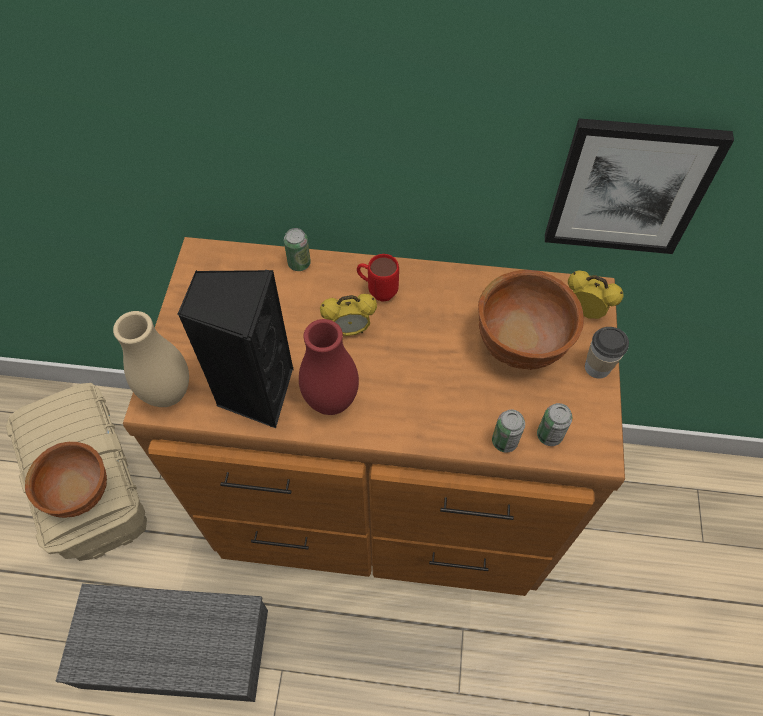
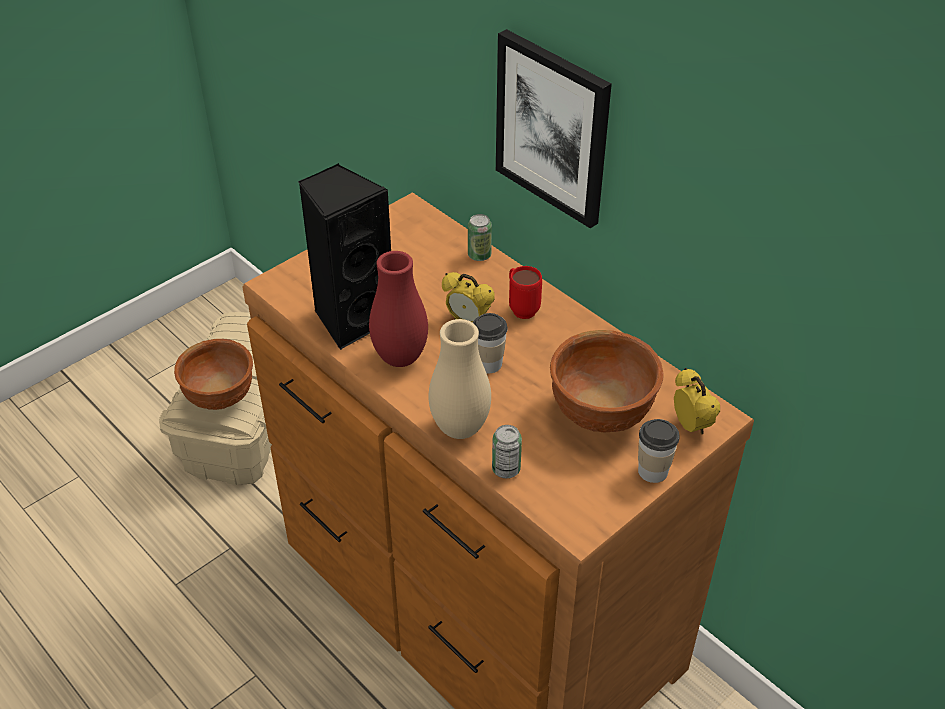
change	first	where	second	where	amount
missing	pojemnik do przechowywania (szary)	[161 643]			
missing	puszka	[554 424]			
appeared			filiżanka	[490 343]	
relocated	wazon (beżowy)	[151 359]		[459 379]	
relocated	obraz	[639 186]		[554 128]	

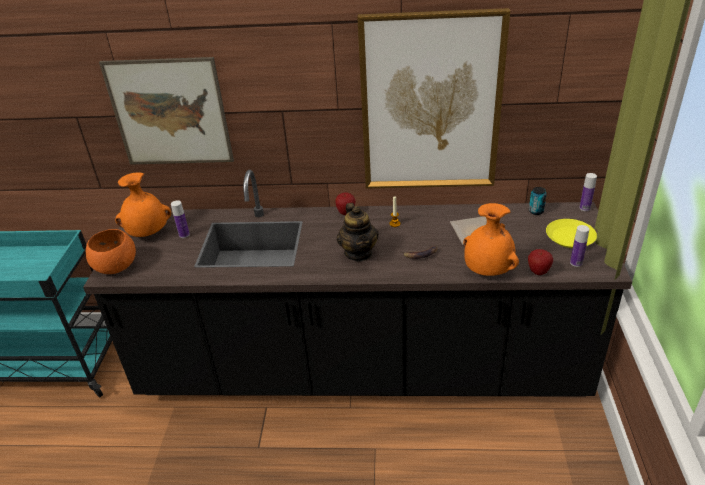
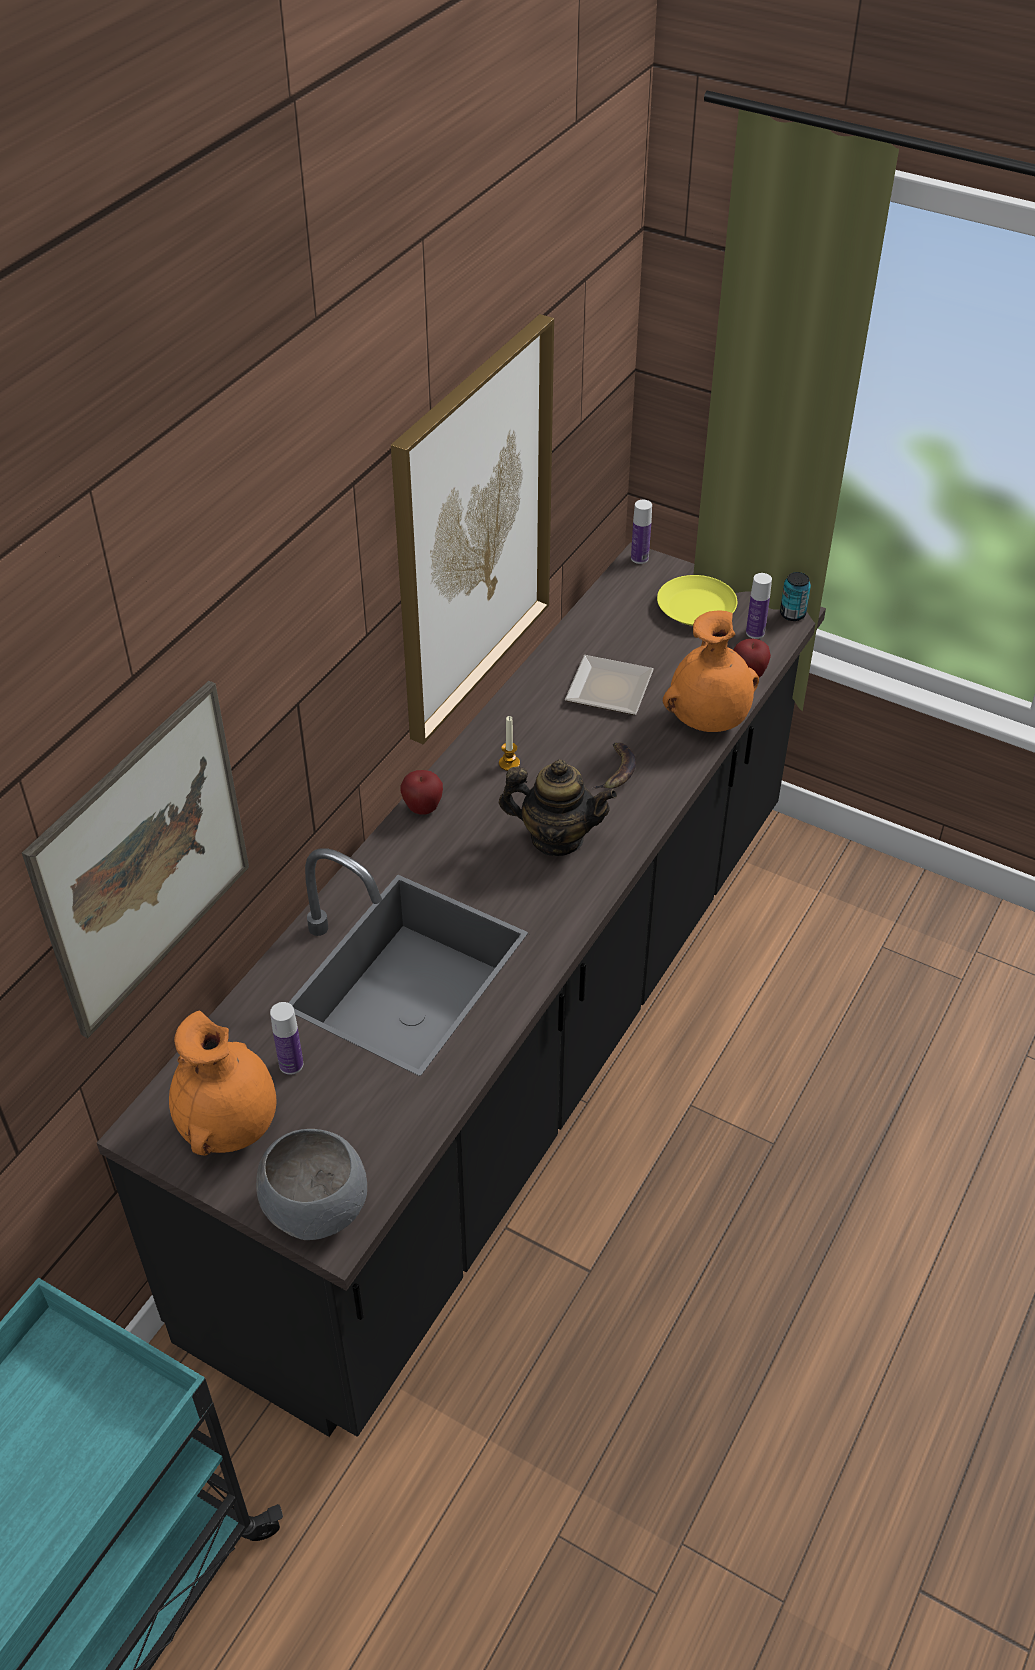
change	first	where	second	where	amount
relocated	puszka	[538 201]		[795 596]	
colour	miska (pomarańczowy)	[111 251]	miska (szary)	[311 1184]	

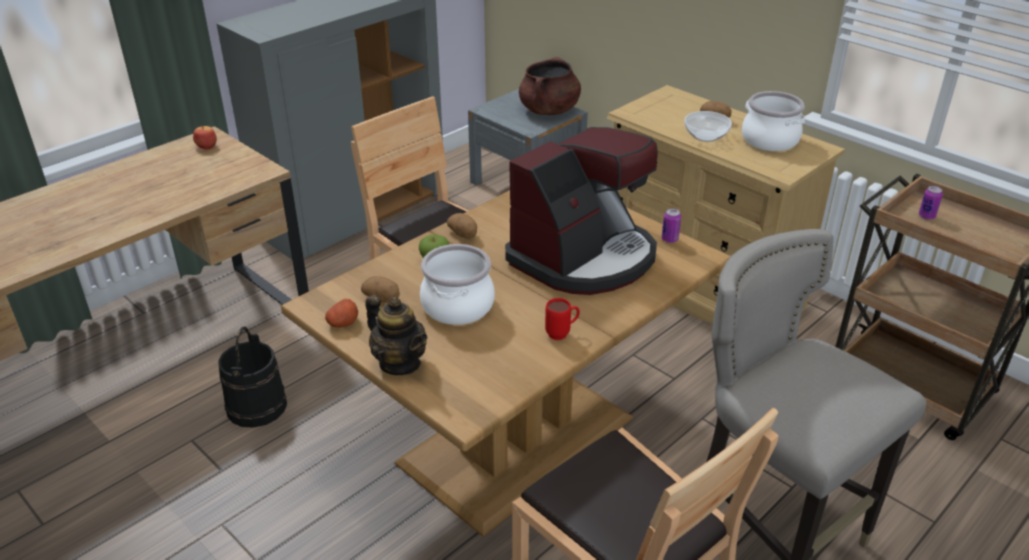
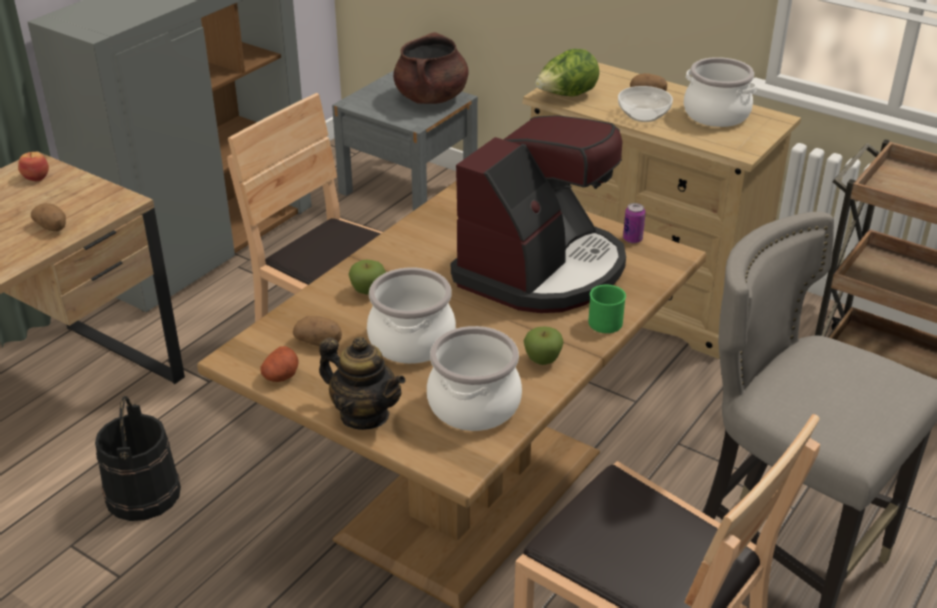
change	first	where	second	where	amount
missing	puszka	[931 203]			
appeared			garnek	[474 378]	
appeared			sałata	[567 73]	
appeared			kubek (zielony)	[607 309]	
relocated	ziemniak	[462 226]		[48 217]	
exchanged	kubek (czerwony)	[562 319]	jabłko	[544 345]	

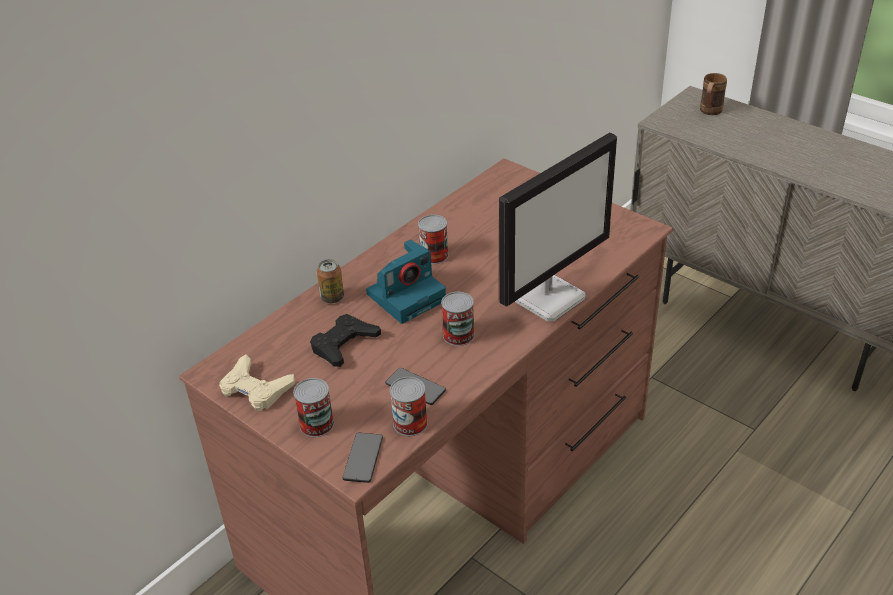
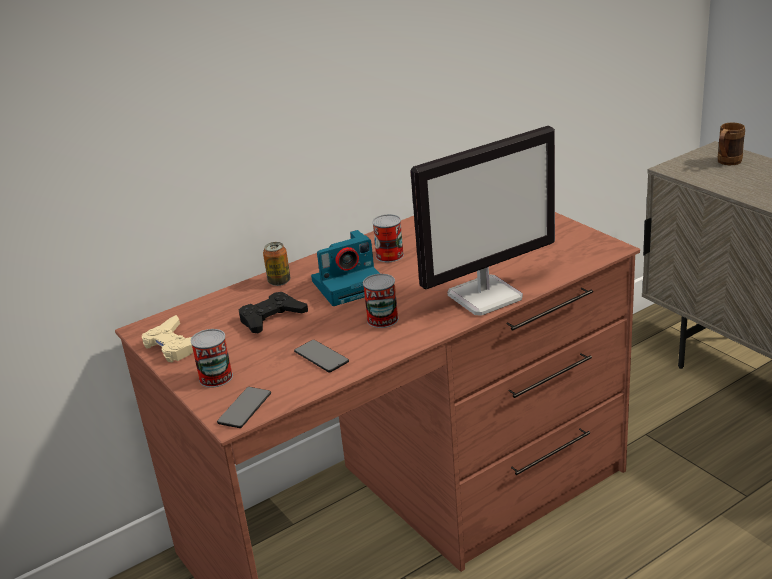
change	first	where	second	where	amount
missing	puszka	[409 406]			

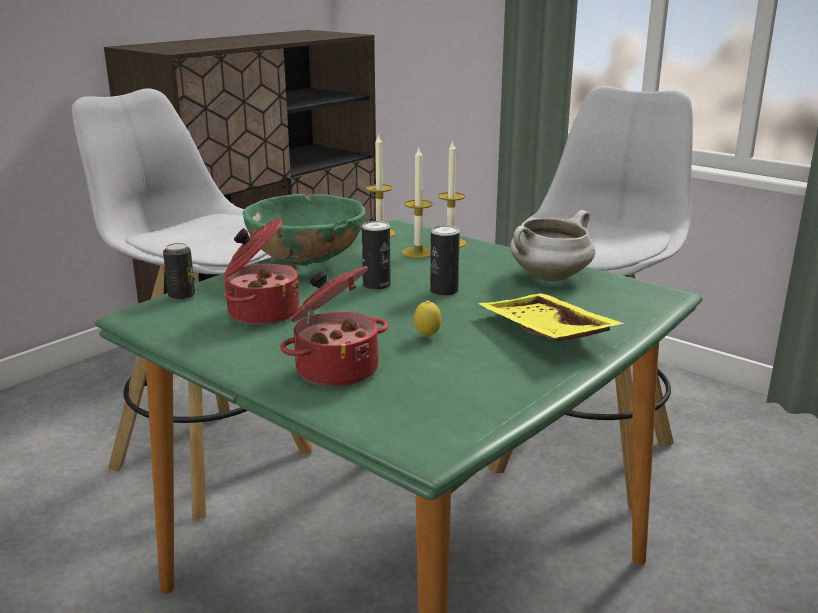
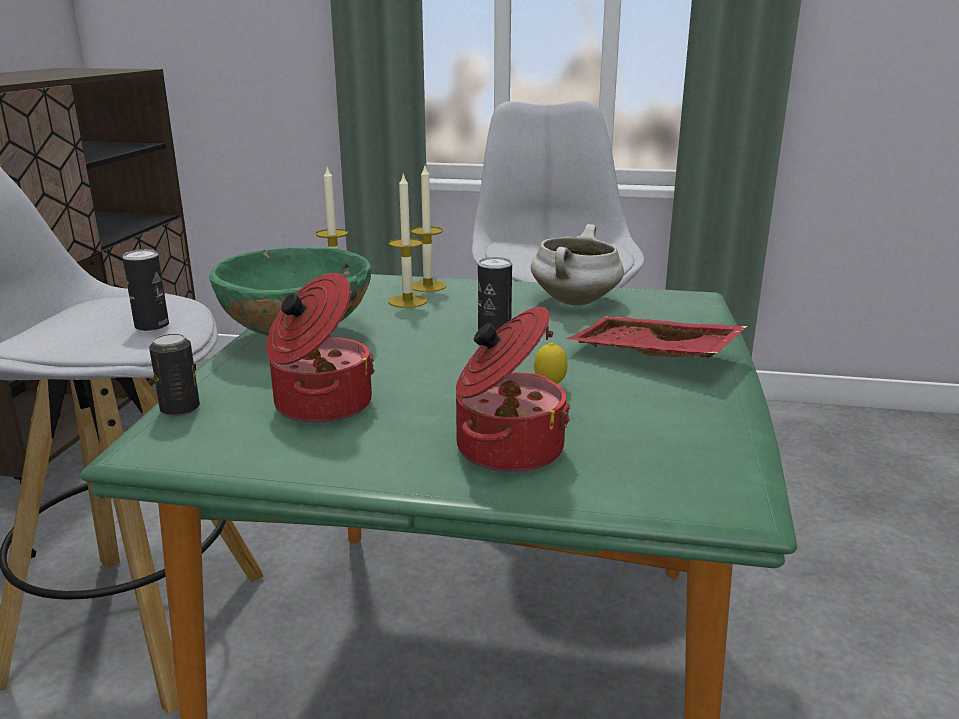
change	first	where	second	where	amount
relocated	puszka	[376 255]		[146 290]	
colour	taca (żółty)	[551 317]	taca (czerwony)	[656 337]	

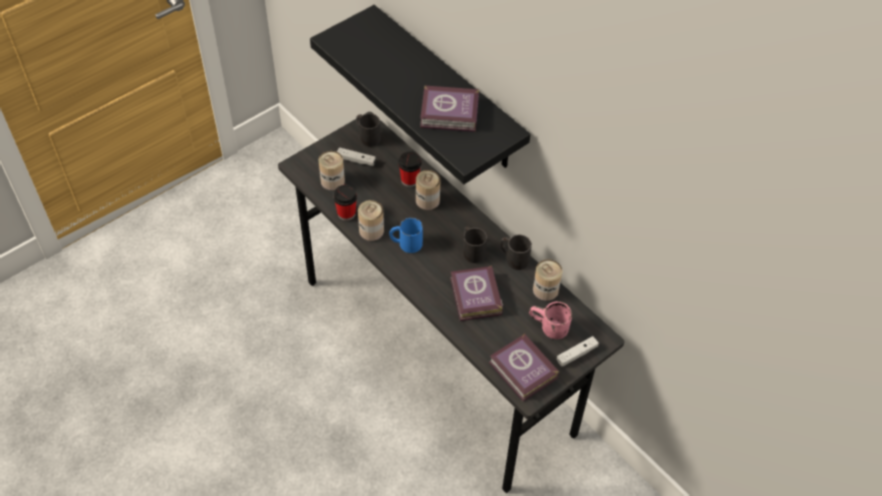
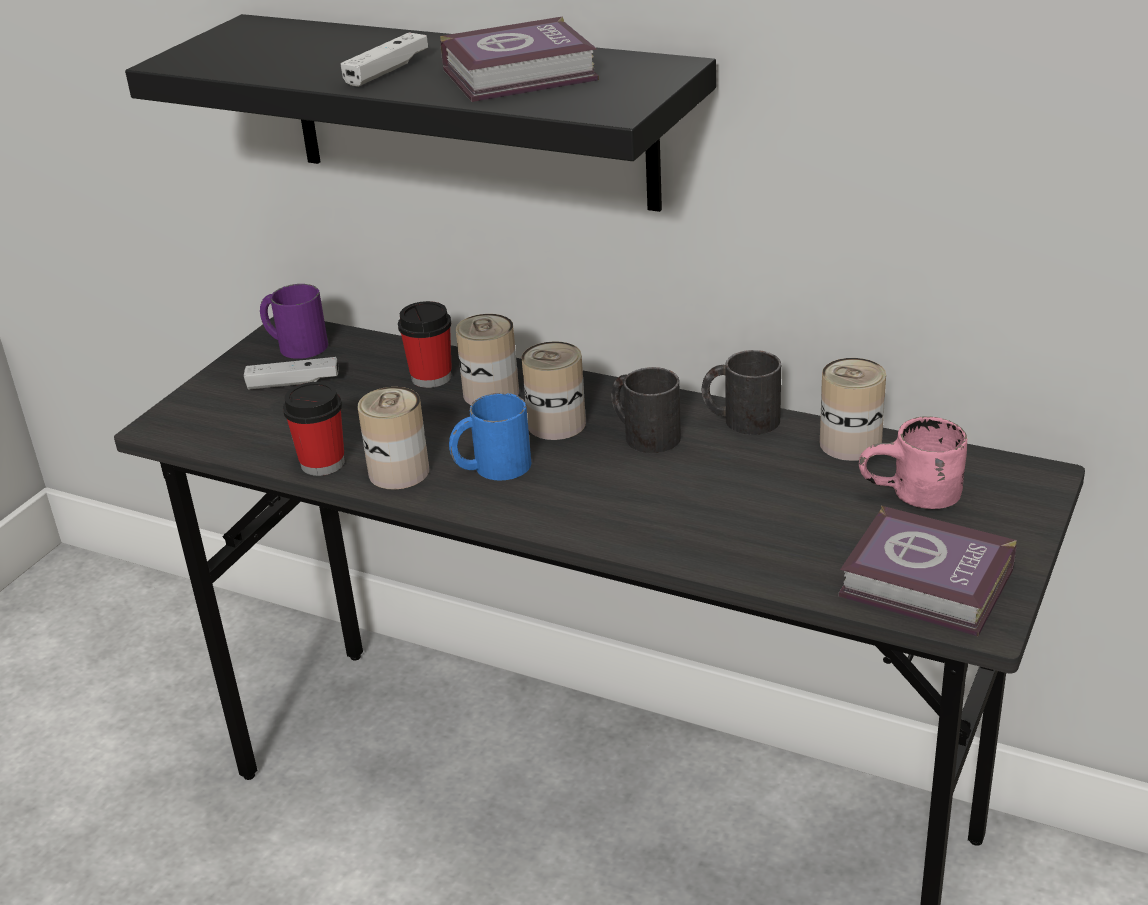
change	first	where	second	where	amount
missing	książka	[476 293]			
relocated	puszka	[331 170]		[553 390]	
relocated	pad do gier (biały)	[578 351]		[384 59]	
colour	kubek (czarny)	[368 130]	kubek (fioletowy)	[294 321]	

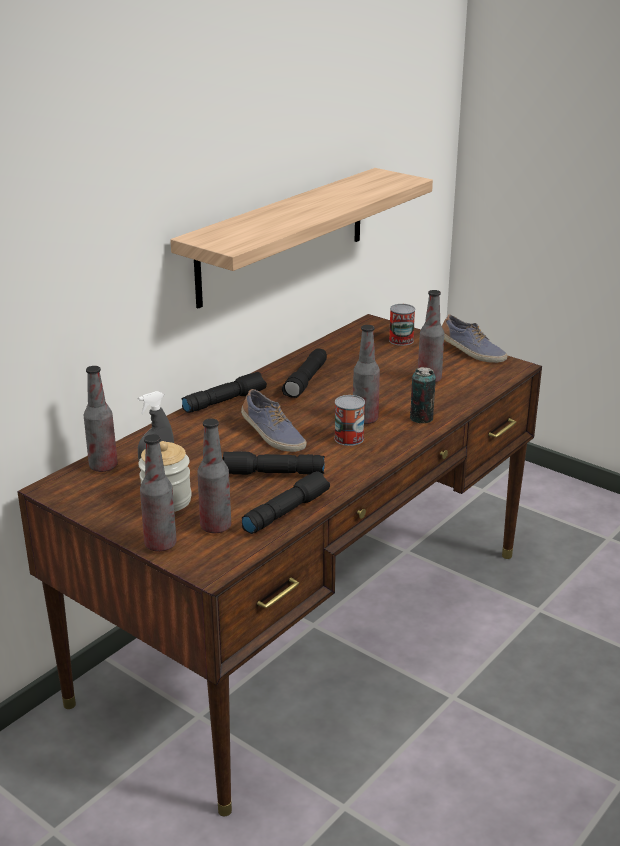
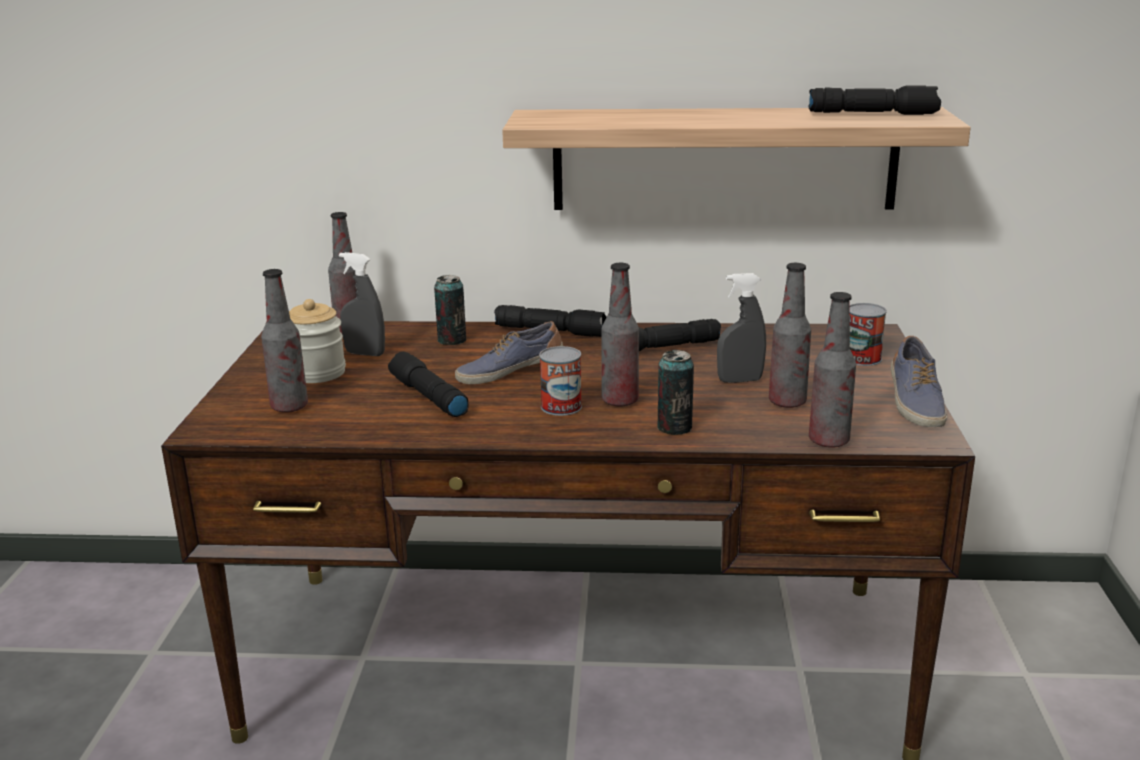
change	first	where	second	where	amount
appeared			puszka	[450 310]	
appeared			spryskiwacz (szary)	[741 328]	
relocated	butelka	[158 493]		[832 370]	
relocated	latarka (czarny)	[286 502]		[874 100]	
spun	but	[274 420]		[509 352]	60 degrees clockwise

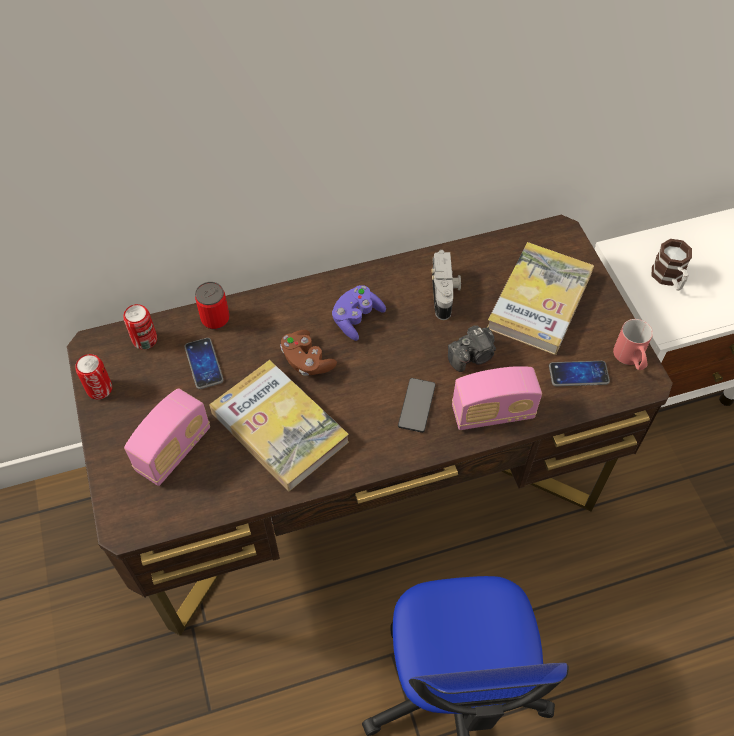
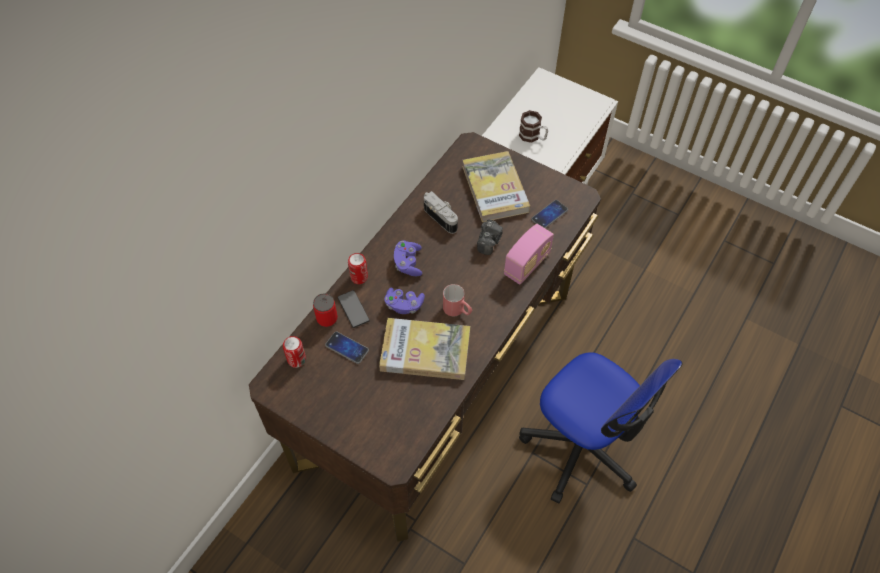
change	first	where	second	where	amount
missing	radio	[167 437]			
relocated	puszka	[93 377]		[358 268]	
relocated	telefon	[417 405]		[354 309]	
relocated	kubek (czerwony)	[633 344]		[457 300]	
colour	pad do gier (brązowy)	[308 353]	pad do gier (fioletowy)	[404 301]	

